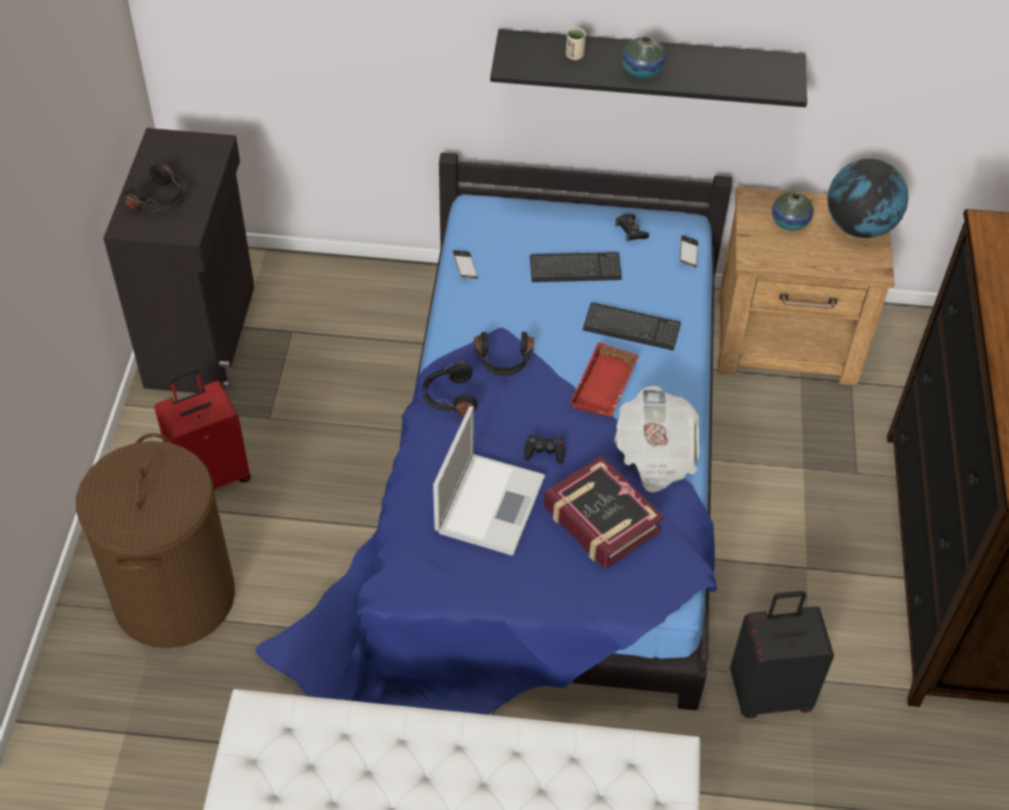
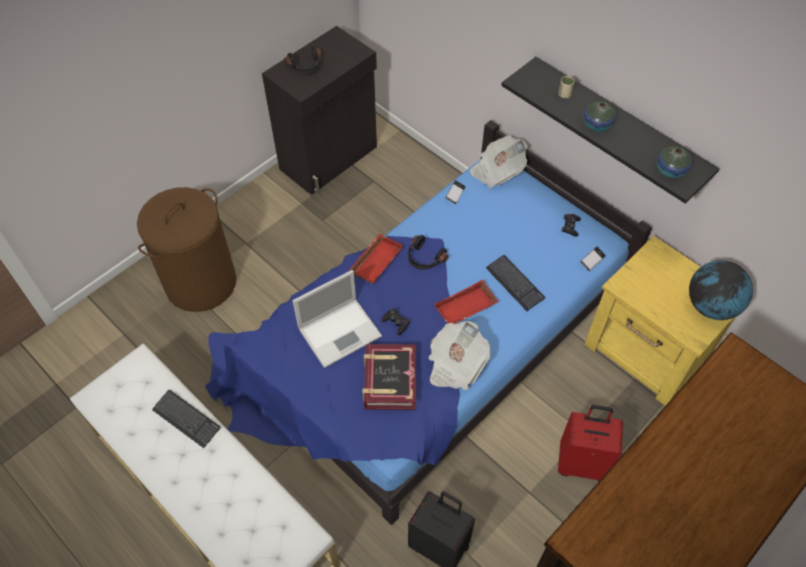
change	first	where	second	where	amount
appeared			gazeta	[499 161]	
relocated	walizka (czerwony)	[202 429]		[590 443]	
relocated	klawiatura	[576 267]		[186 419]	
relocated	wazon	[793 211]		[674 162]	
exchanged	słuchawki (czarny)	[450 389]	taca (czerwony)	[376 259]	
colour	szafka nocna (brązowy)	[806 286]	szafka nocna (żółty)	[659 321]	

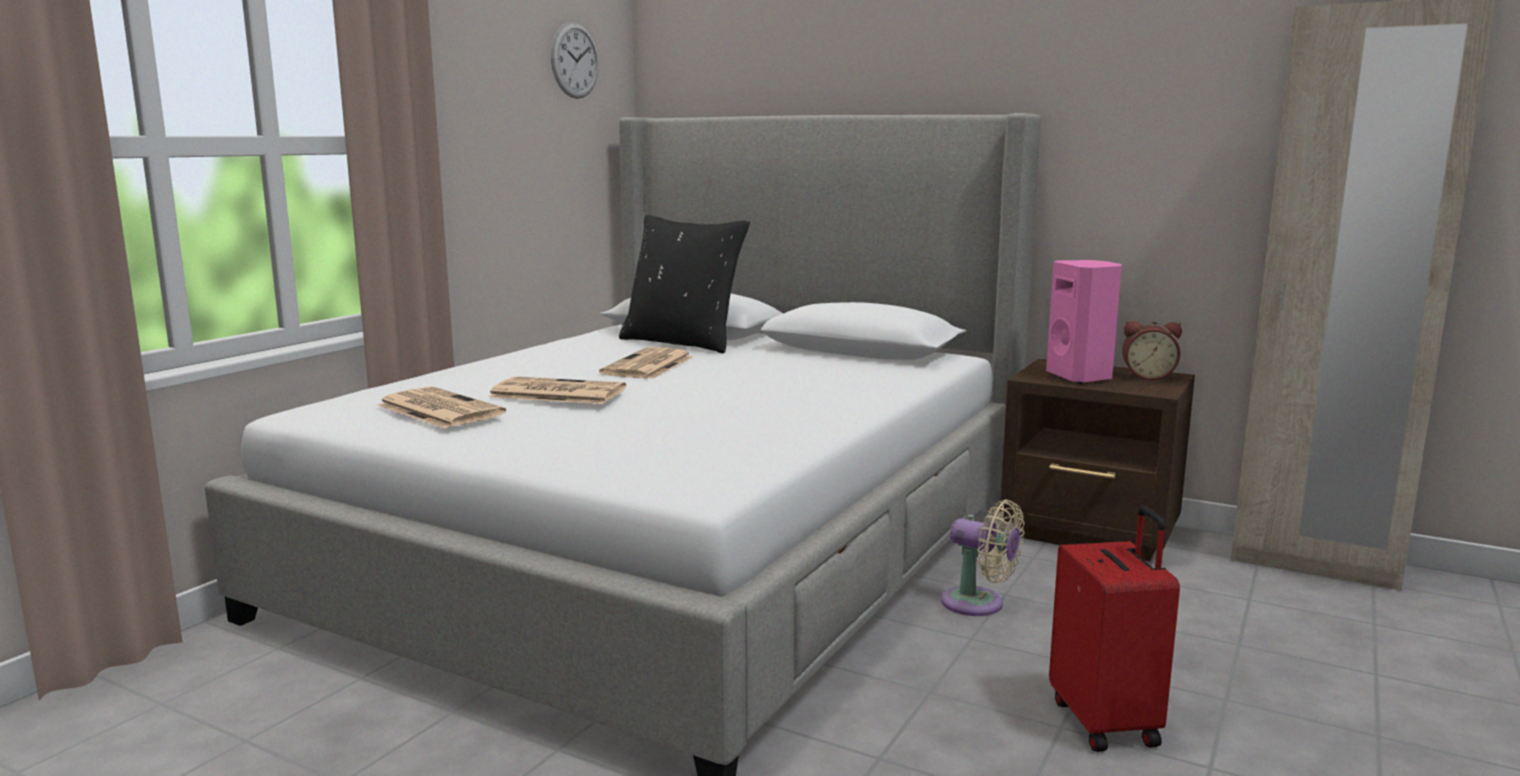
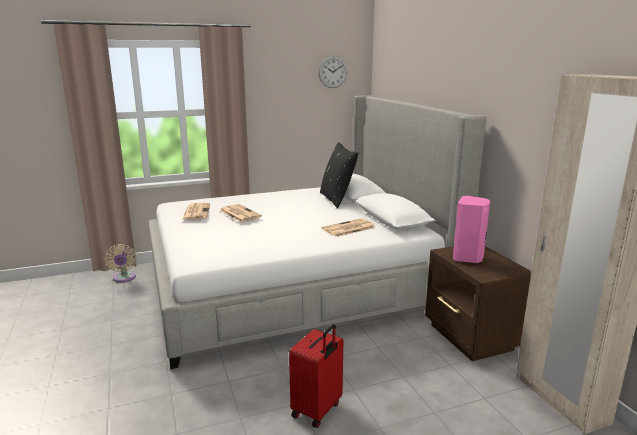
change	first	where	second	where	amount
missing	budzik	[1152 350]			
relocated	gazeta	[646 363]		[349 227]	
relocated	wentylator (beżowy)	[983 557]		[120 263]	

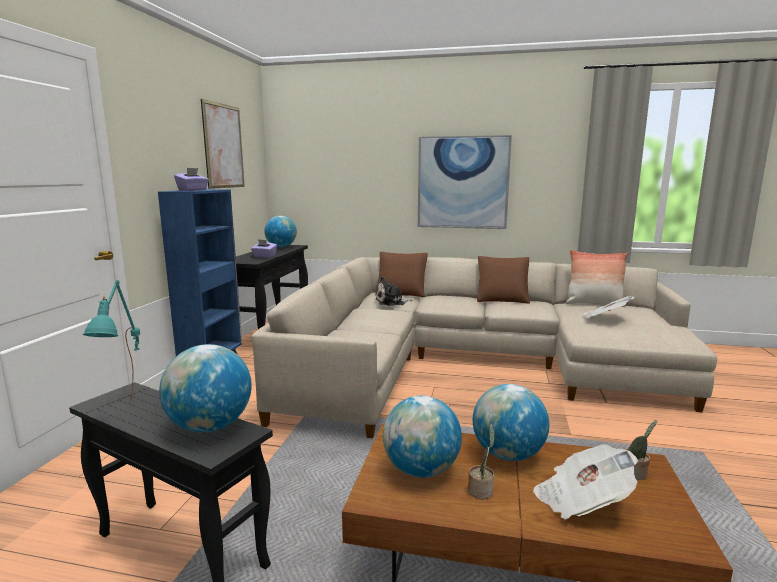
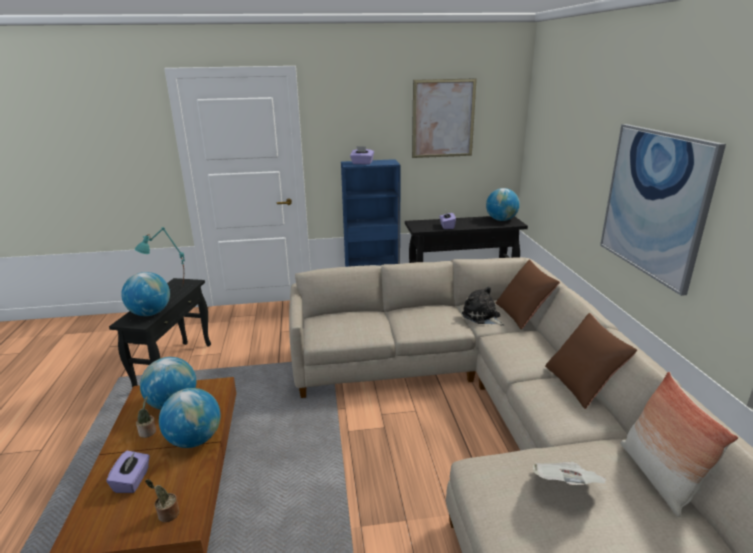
change	first	where	second	where	amount
exchanged	gazeta	[585 482]	pudełko chusteczek (fioletowy)	[128 472]	

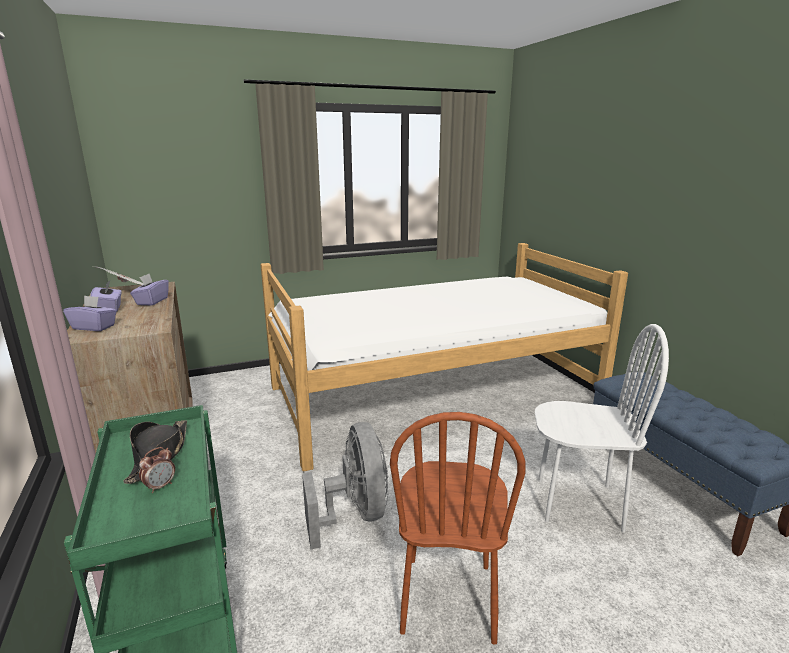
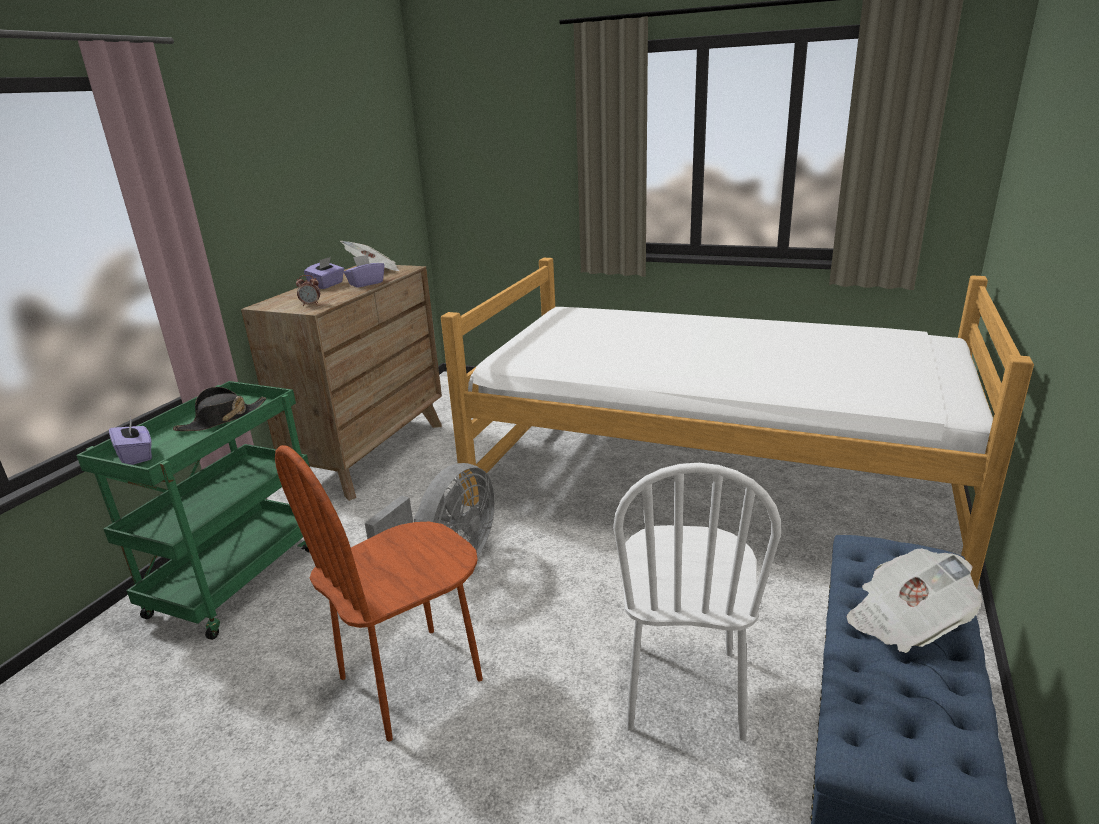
change	first	where	second	where	amount
appeared			gazeta	[914 600]	
relocated	pudełko chusteczek (fioletowy)	[90 313]		[130 441]	
relocated	budzik	[157 470]		[308 290]	
spun	krzesło (biały)	[602 428]		[697 602]	45 degrees clockwise

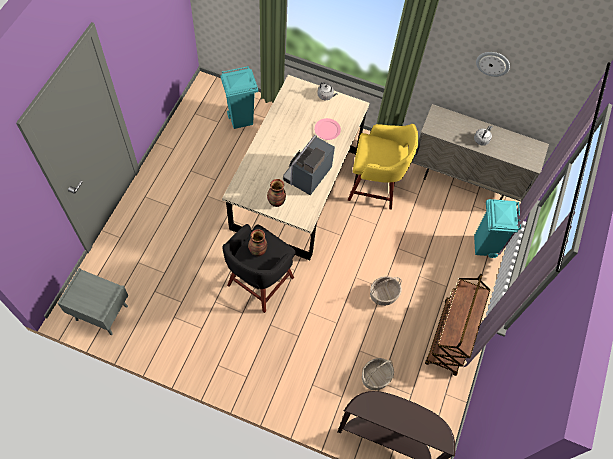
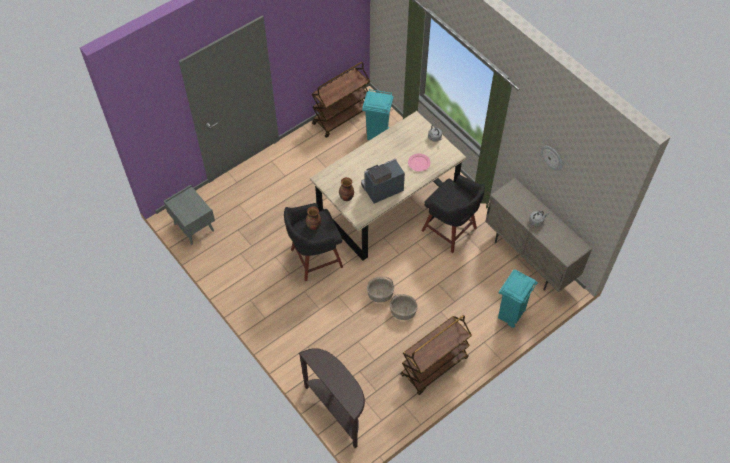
change	first	where	second	where	amount
appeared			wózek (brązowy)	[341 100]	
relocated	koszyk	[378 374]		[380 290]	
colour	stołek (żółty)	[383 167]	stołek (czarny)	[453 214]	

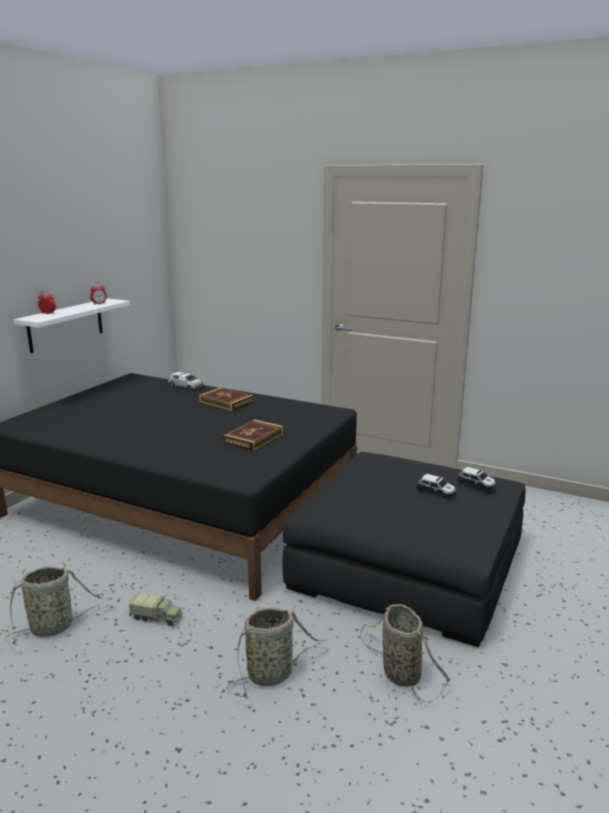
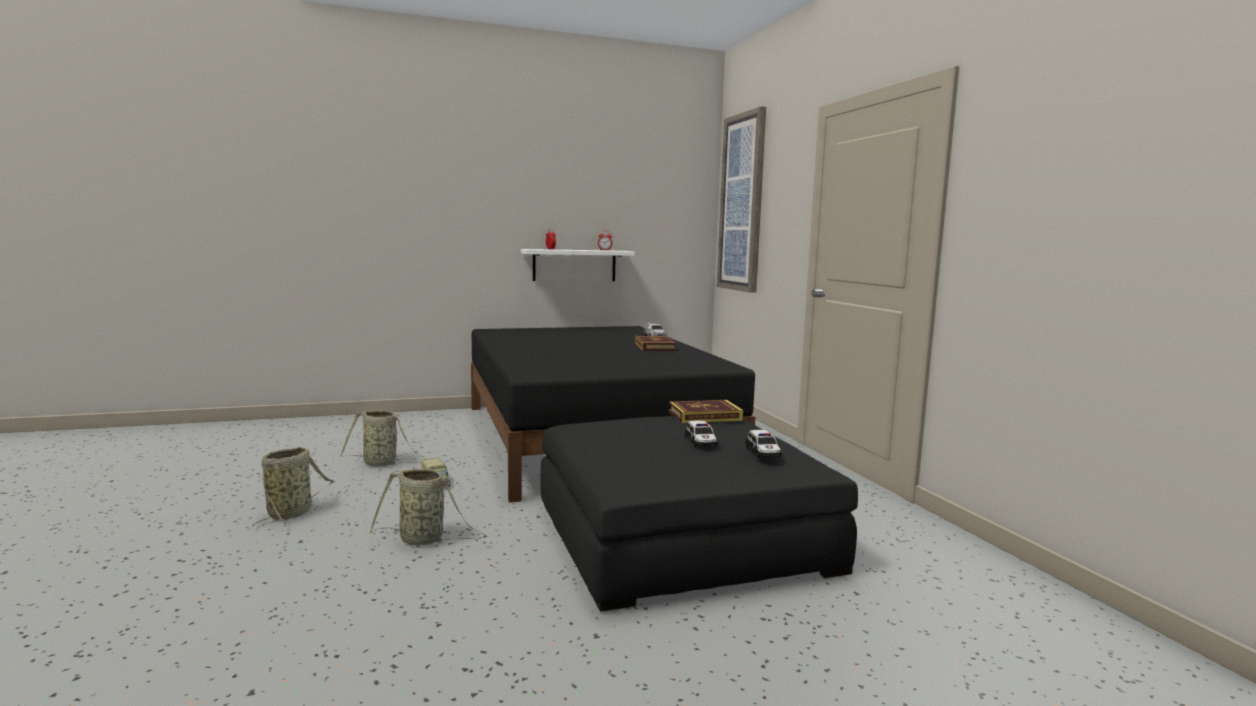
change	first	where	second	where	amount
appeared			obraz	[741 199]	
relocated	książka	[253 435]		[706 411]	
relocated	koszyk	[405 653]		[294 486]	

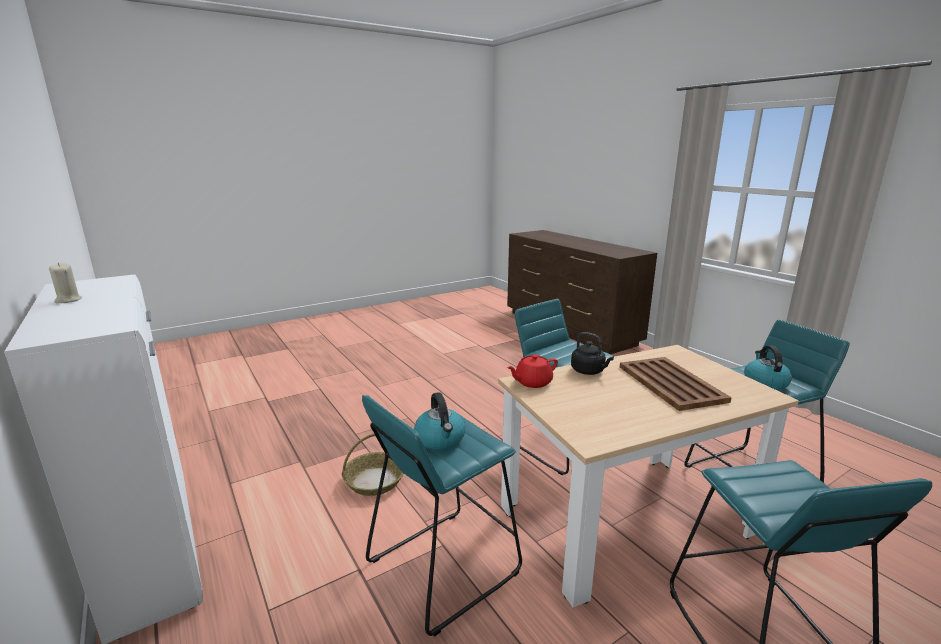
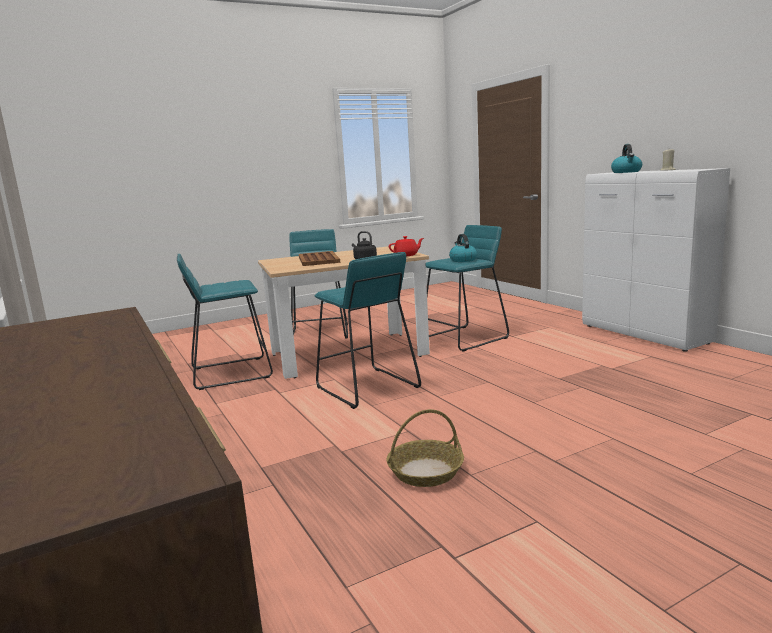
change	first	where	second	where	amount
relocated	koszyk	[373 465]		[425 448]	
relocated	czajnik	[768 367]		[626 158]	

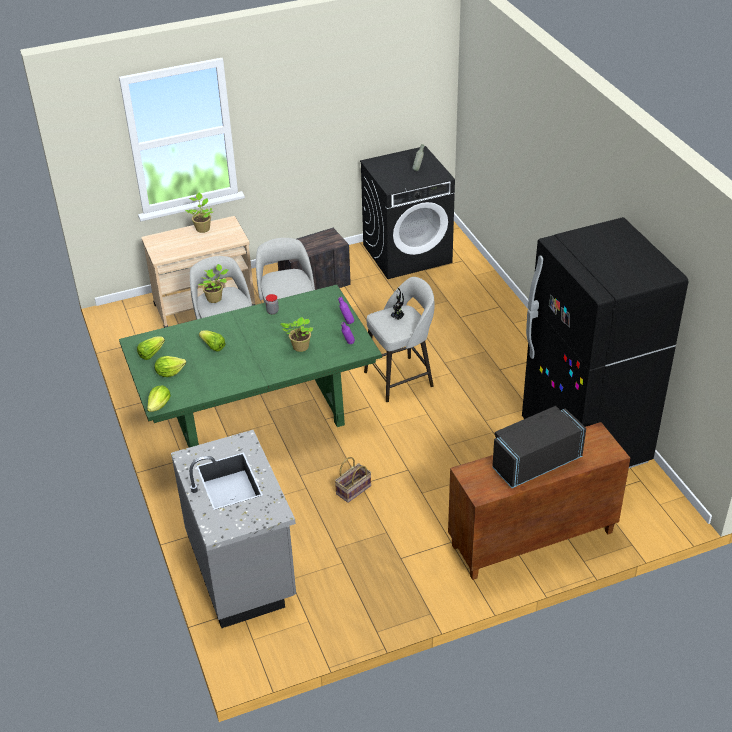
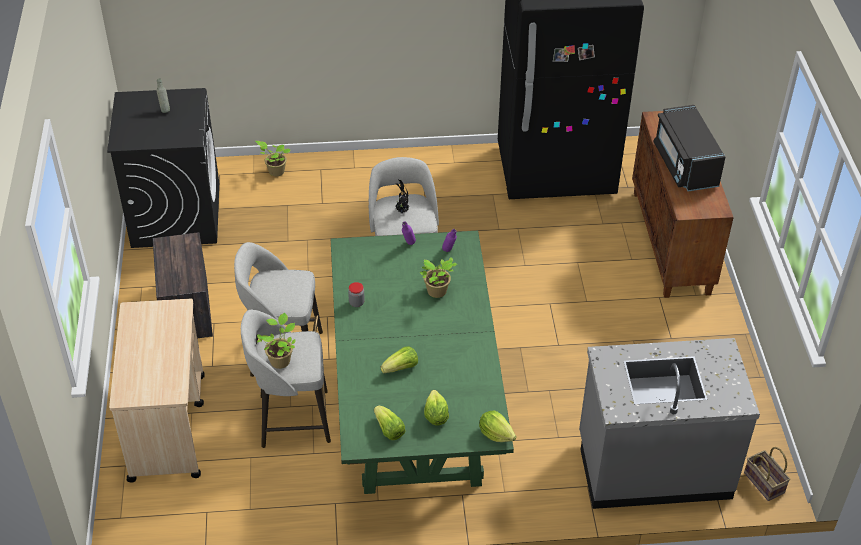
change	first	where	second	where	amount
relocated	roślina doniczkowa	[199 213]		[273 158]	
relocated	koszyk	[353 480]		[767 474]	

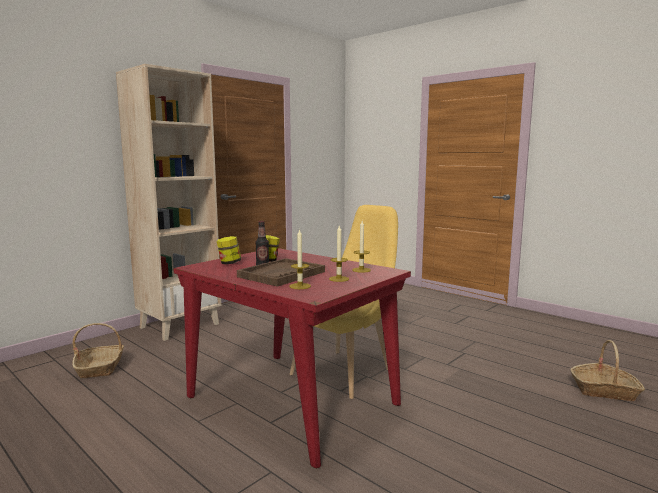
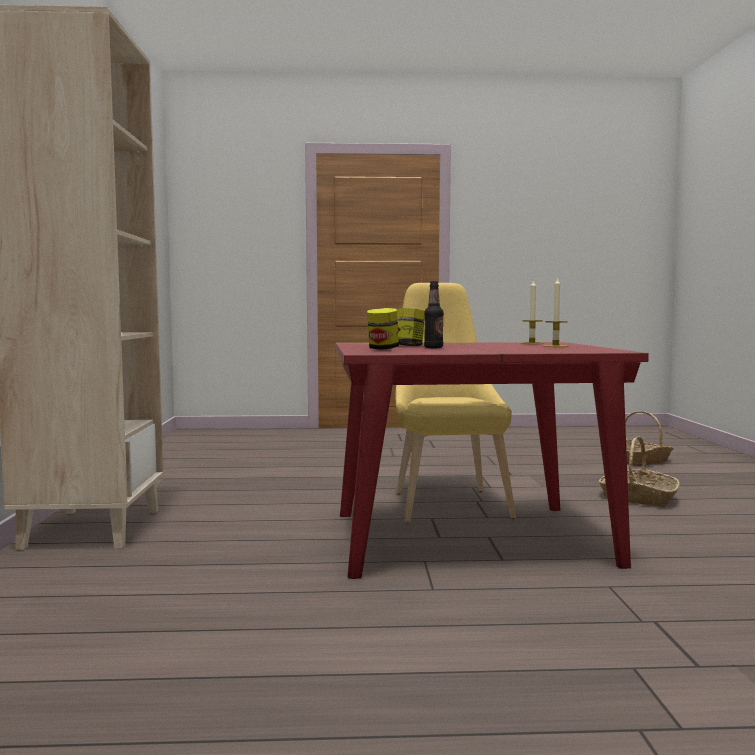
change	first	where	second	where	amount
missing	taca (brązowy)	[281 272]			
missing	świeca	[300 259]			
relocated	koszyk	[98 350]		[639 471]	

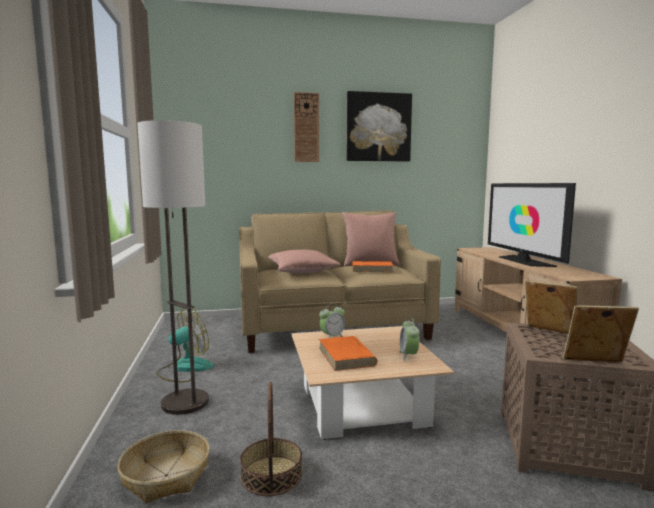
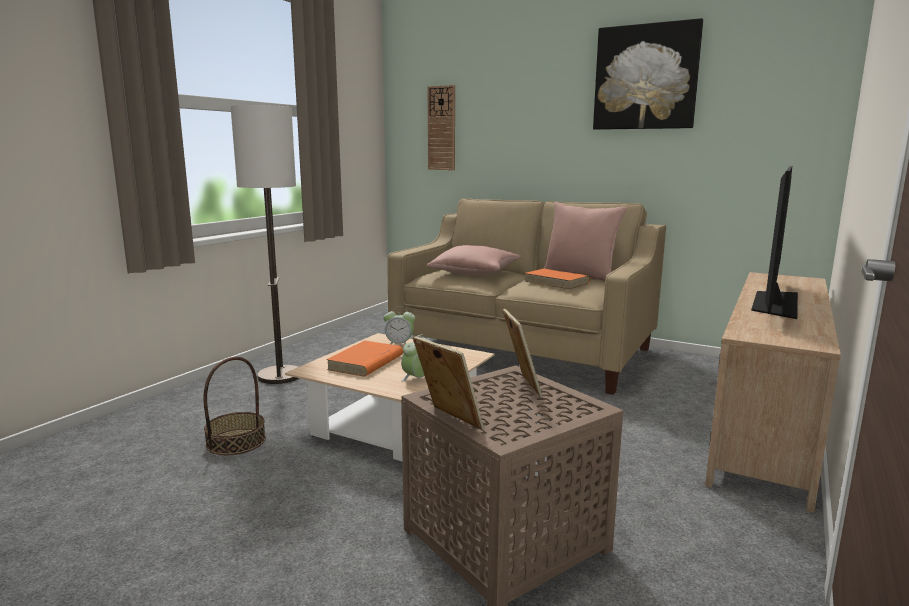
change	first	where	second	where	amount
missing	koszyk	[163 467]			
missing	wentylator	[184 345]			
relocated	zegar ścienny	[306 127]		[441 127]	

